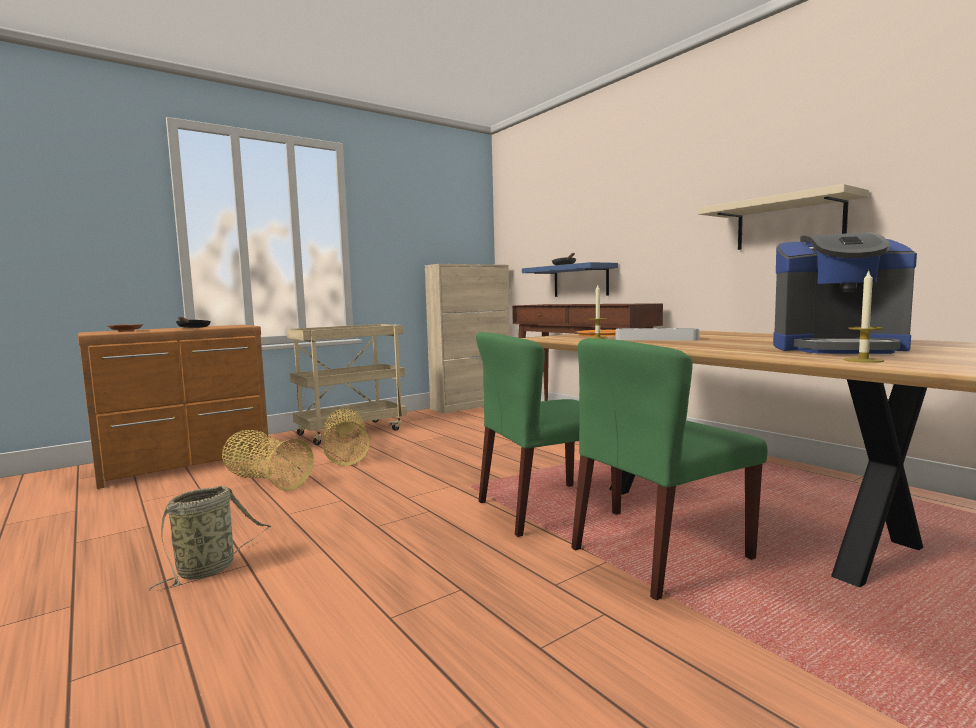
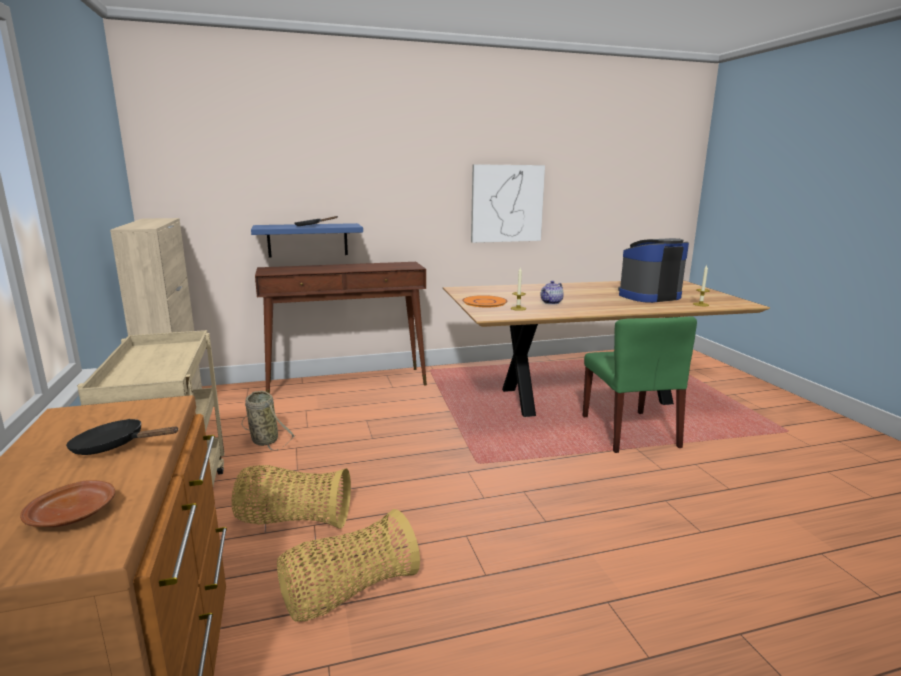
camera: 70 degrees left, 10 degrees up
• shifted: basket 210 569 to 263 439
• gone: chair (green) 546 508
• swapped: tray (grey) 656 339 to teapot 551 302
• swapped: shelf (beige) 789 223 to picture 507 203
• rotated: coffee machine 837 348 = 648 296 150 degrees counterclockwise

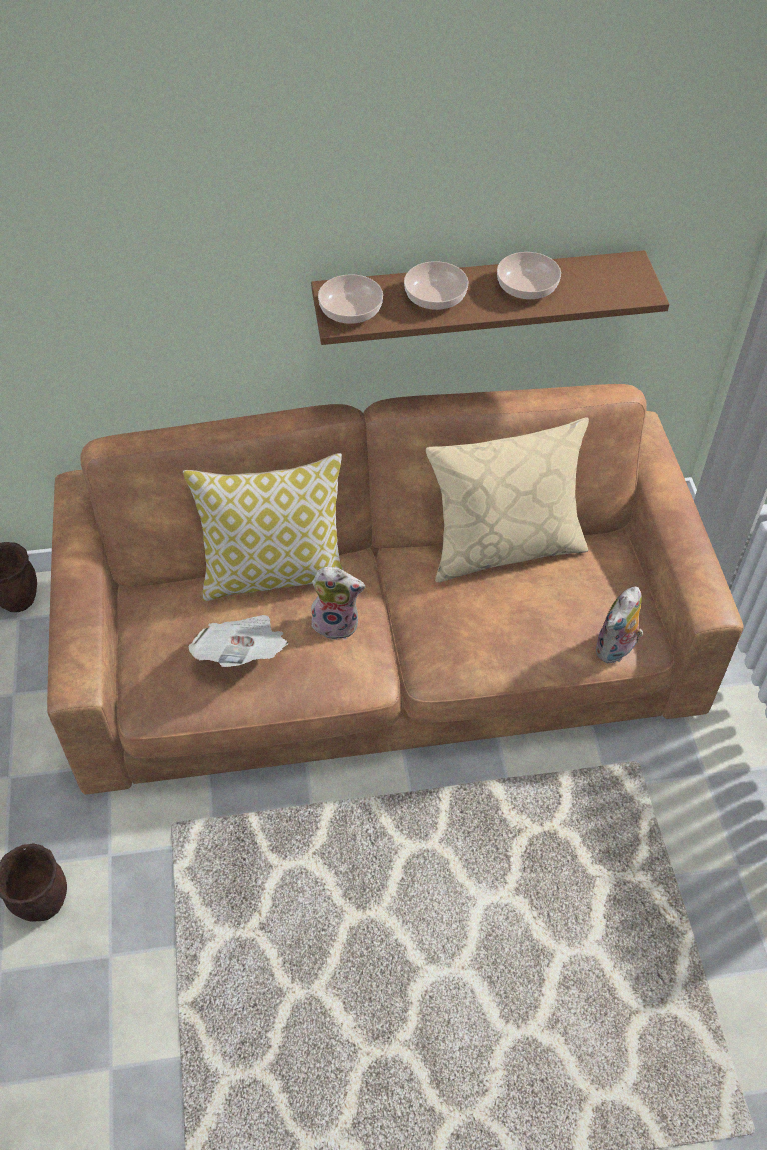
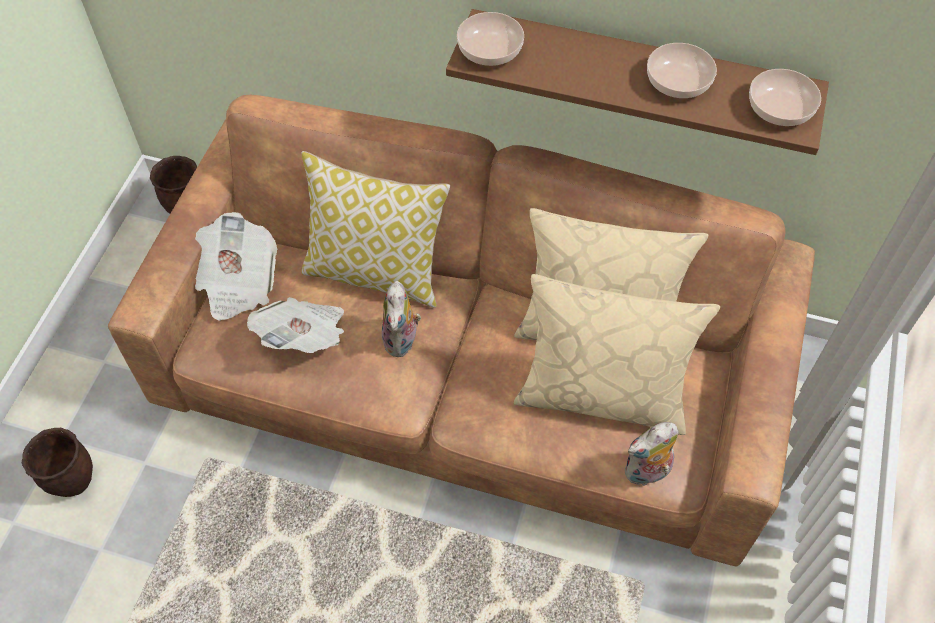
camera: 25 degrees right, 5 degrees up
• rotated: plush toy 337 623 = 402 341 60 degrees clockwise
• shifted: bowl 436 298 to 780 110
• new: newspaper 237 282
• new: pillow (beige) 602 394

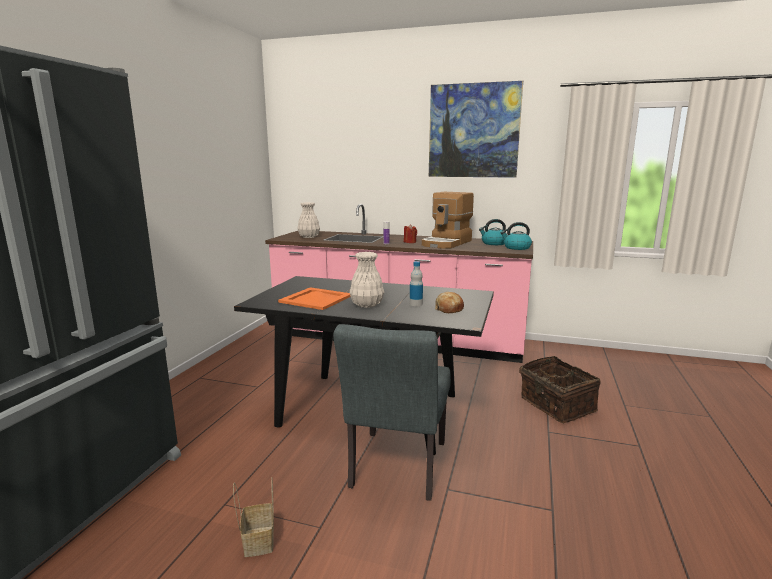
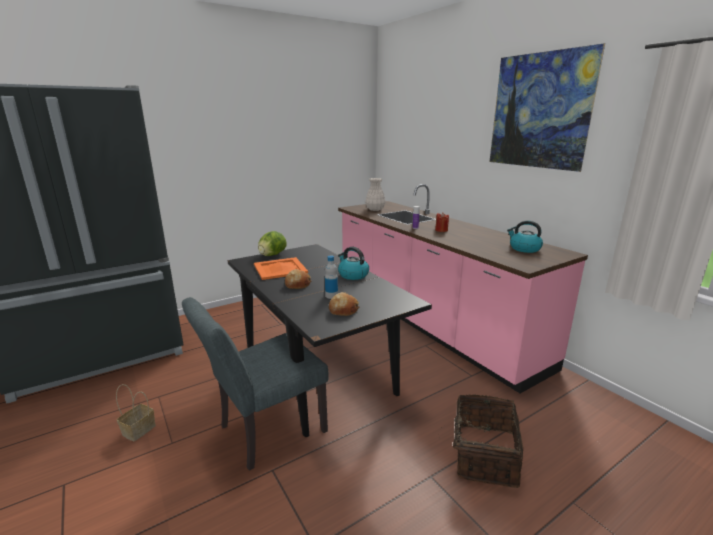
camera: 40 degrees right, 5 degrees up
• swapped: vase (white) 366 304 to bread 297 284
• gone: coffee machine 447 243
• shifted: kettle 516 248 to 353 275
• new: lettuce 272 255

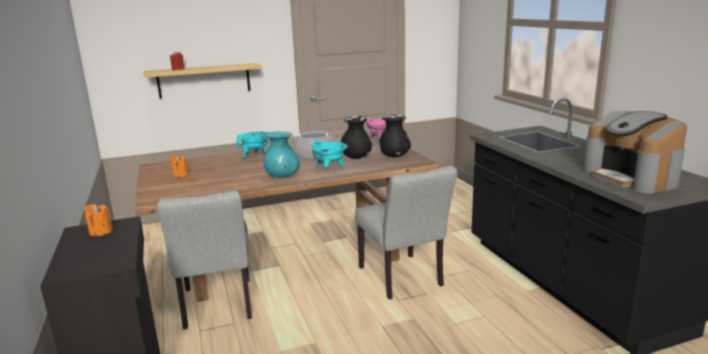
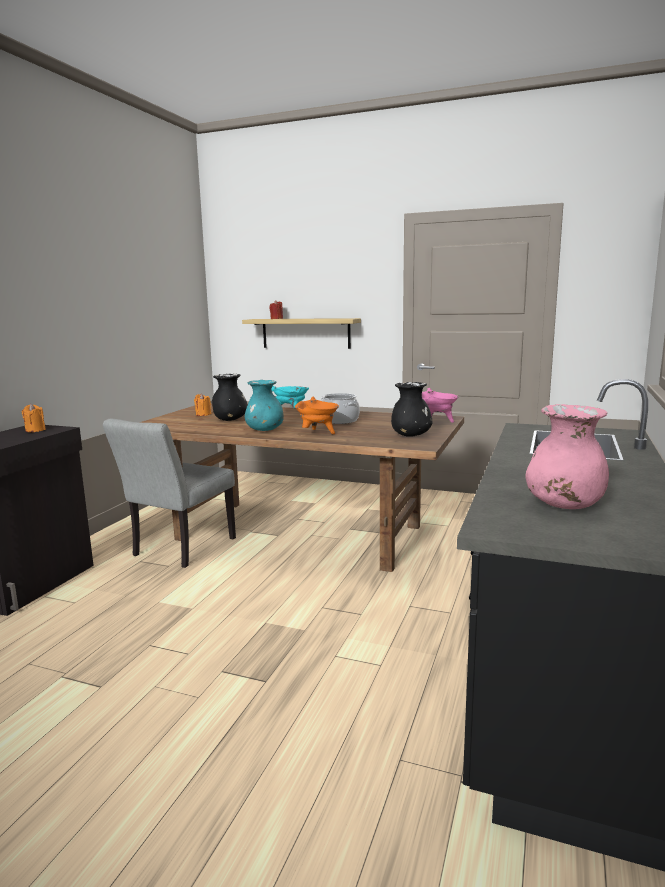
camera: 40 degrees right, 5 degrees down
• repainted: cooking pot (turquoise) 329 169 to cooking pot (orange) 318 433
• shifted: vase (black) 356 157 to 230 420
• gone: chair (grey) 403 279
• swapped: coffee machine 631 177 to vase (pink) 564 506

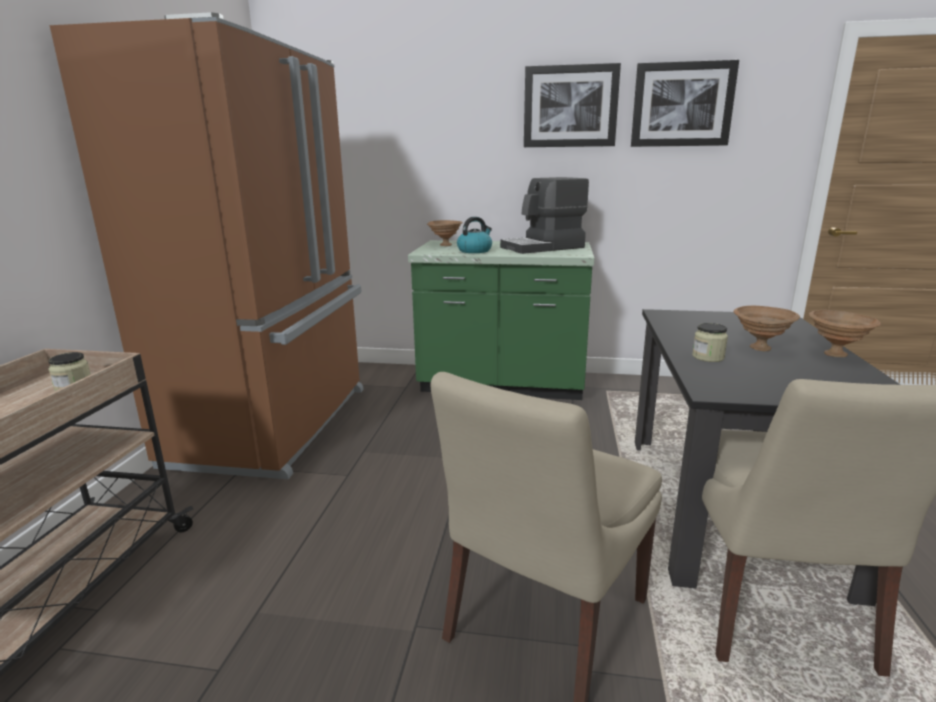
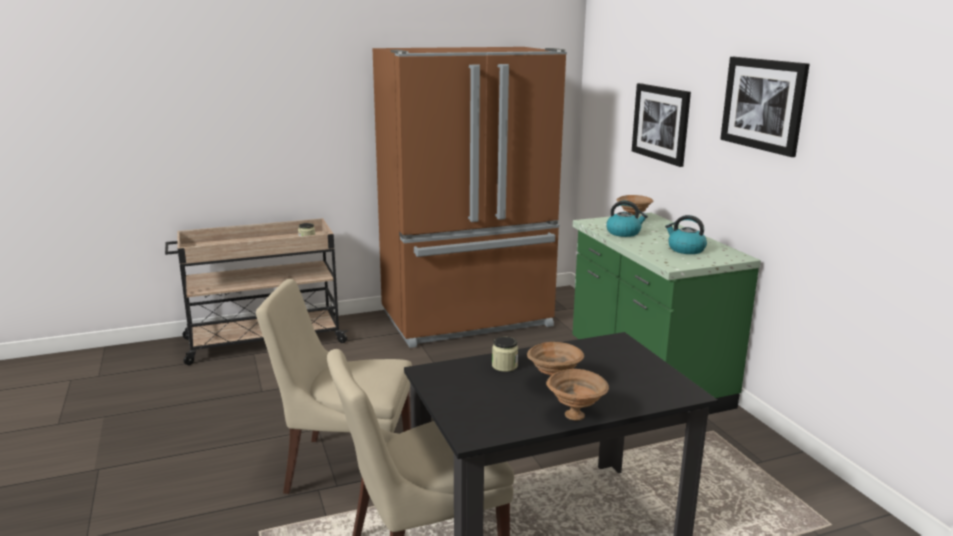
camera: 60 degrees right, 0 degrees up
• swapped: coffee machine 543 247 to kettle 685 249
• shifted: picture 682 105 to 661 123

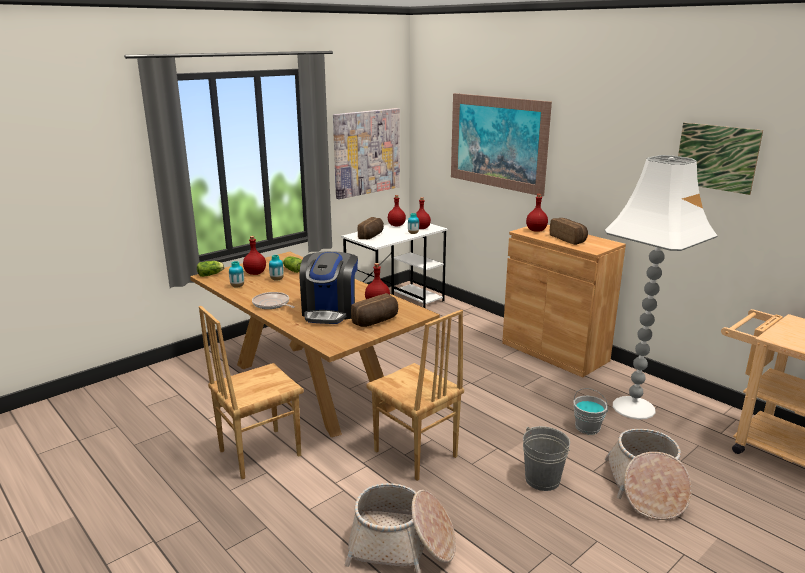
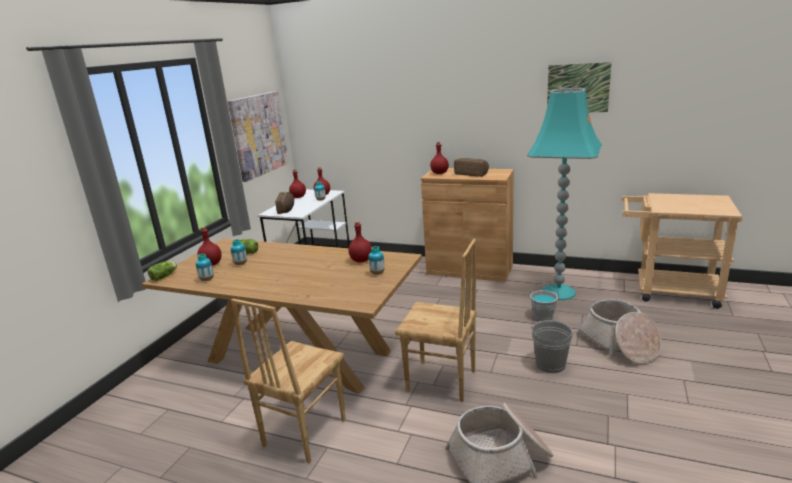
camera: 25 degrees left, 0 degrees up
• gone: frying pan 272 304
• gone: coffee machine 330 311
• swapped: bread 376 321 to vase 377 273
• gone: picture 497 142
• repainted: floor lamp (white) 634 408 to floor lamp (turquoise) 559 292

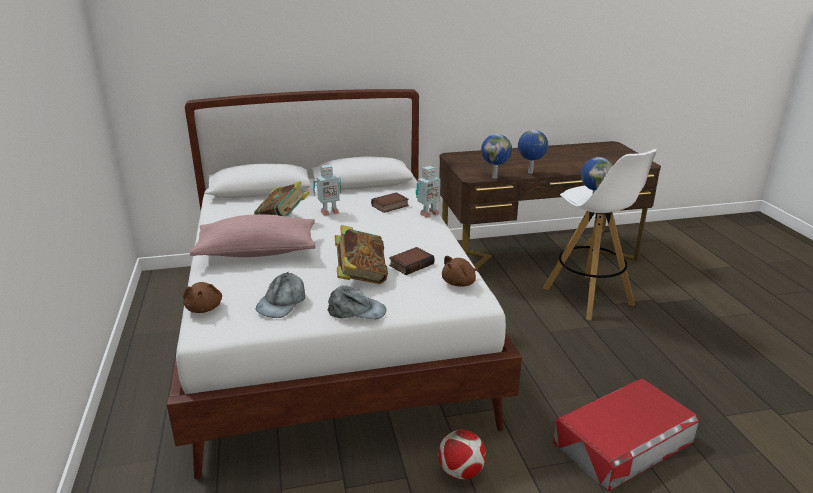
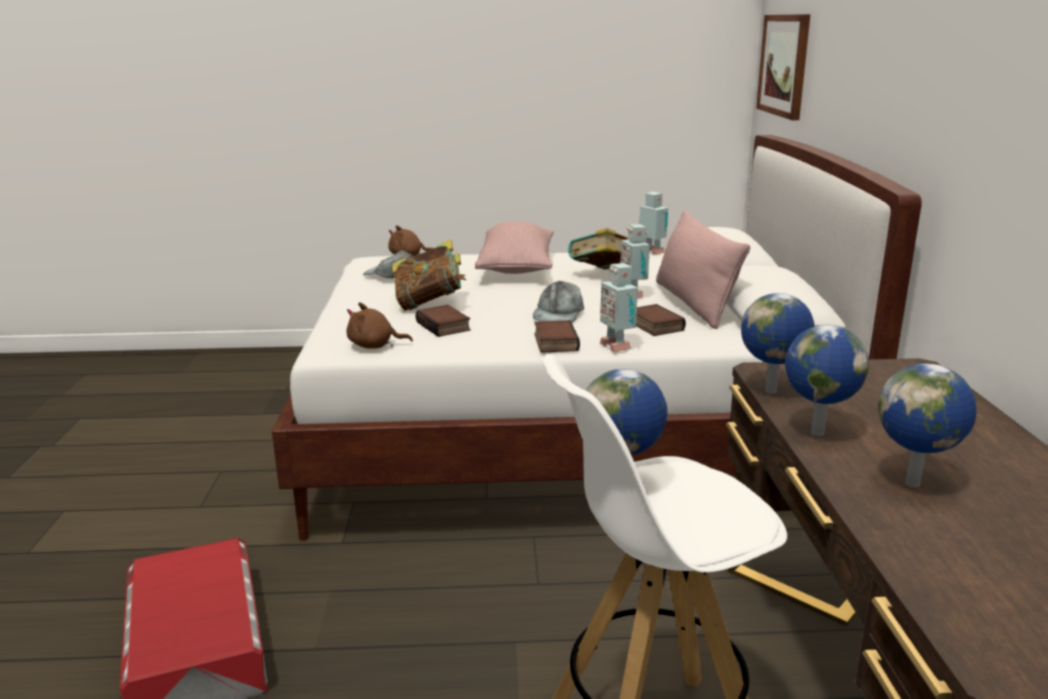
camera: 100 degrees right, 5 degrees down
• shifted: cap (grey) 356 310 to 558 314
• gone: football 461 472
• rotated: plush toy (brown) 460 283 = 374 346 60 degrees counterclockwise
• new: book 554 342
• new: toy robot 652 253
• new: pillow (pink) 693 303
• new: picture 784 65
• new: globe 914 484

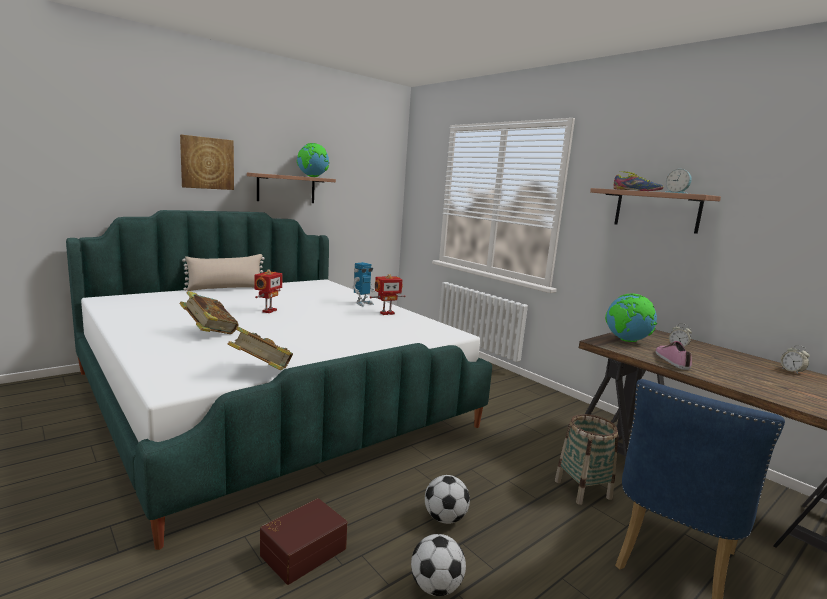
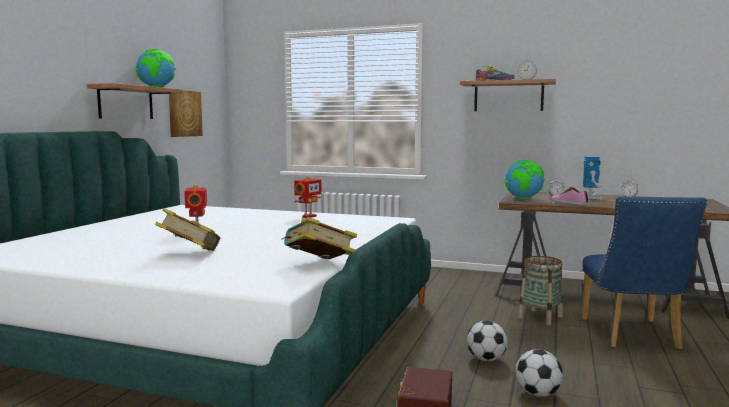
camera: 30 degrees left, 5 degrees down
• shifted: picture 207 163 to 184 113
• gone: pillow (beige) 226 288
• shifted: toy robot 362 303 to 591 198

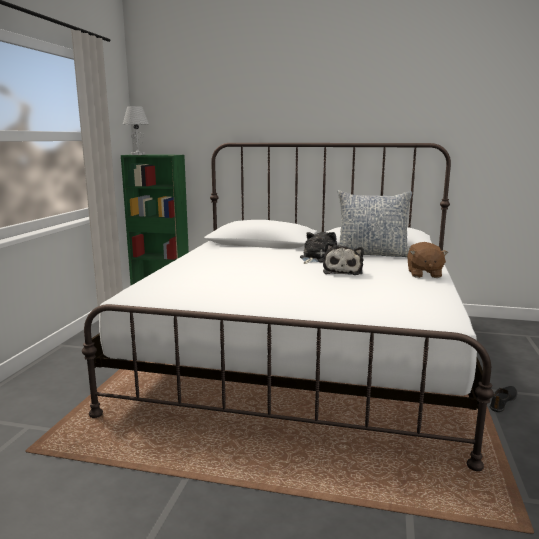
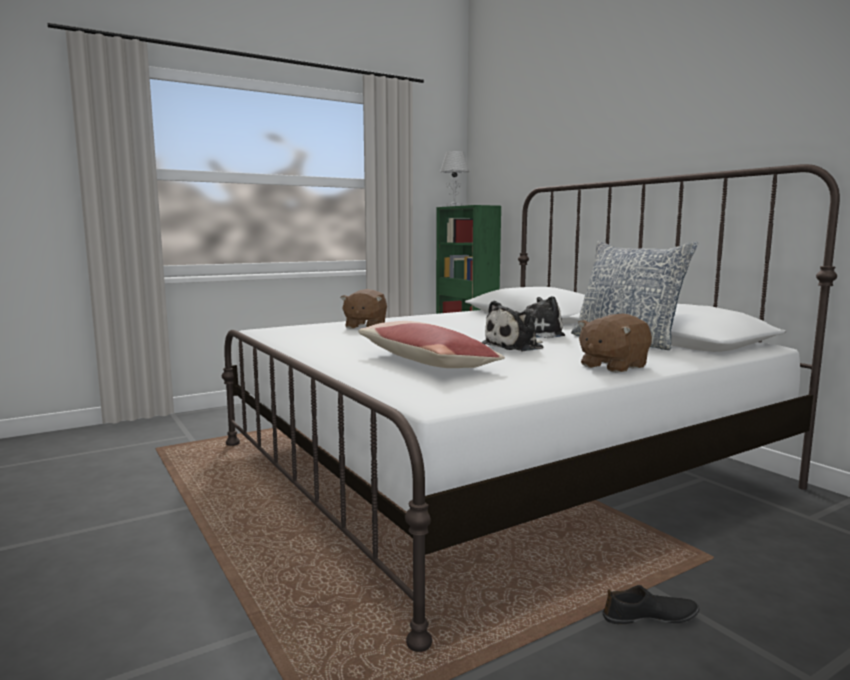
camera: 45 degrees right, 5 degrees down
• new: plush toy (brown) 365 326
• new: pillow 425 362

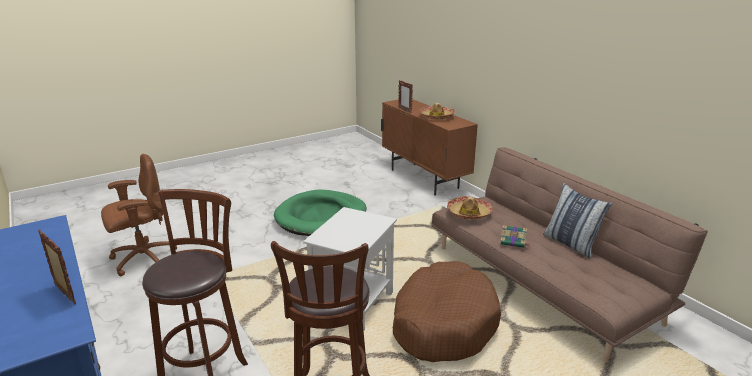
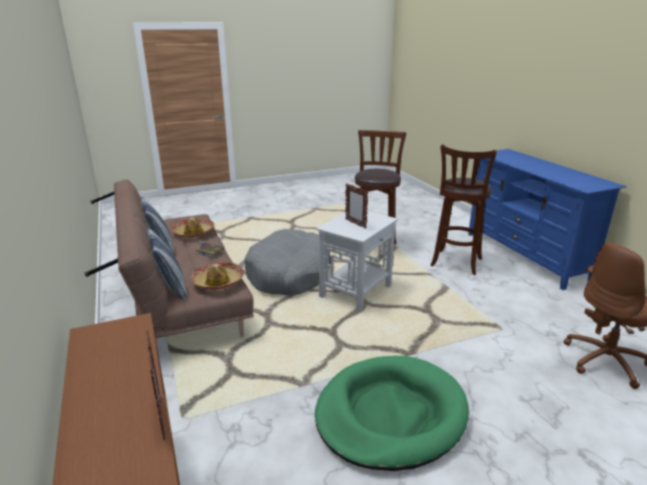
camera: 170 degrees left, 0 degrees up
• shifted: picture frame 65 295 to 355 224
• repainted: dog bed (brown) 443 323 to dog bed (grey) 289 274
• shifted: hat 436 116 to 193 232
• new: pillow 171 288

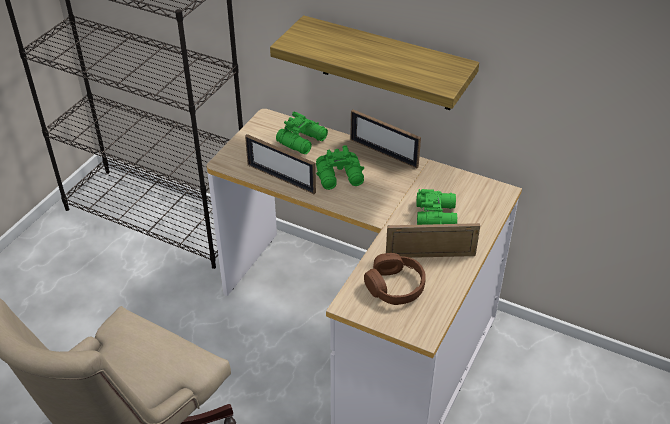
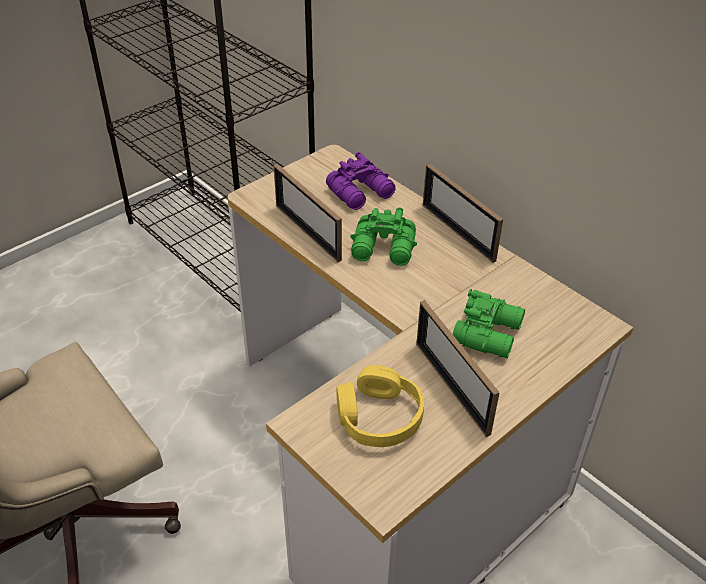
camera: 20 degrees right, 0 degrees up
• gone: shelf 386 64
• repainted: binoculars (green) 303 140 to binoculars (purple) 362 193
• repainted: headphones (brown) 395 286 to headphones (yellow) 378 417
• rotated: picture frame 430 255 = 451 387 135 degrees counterclockwise

